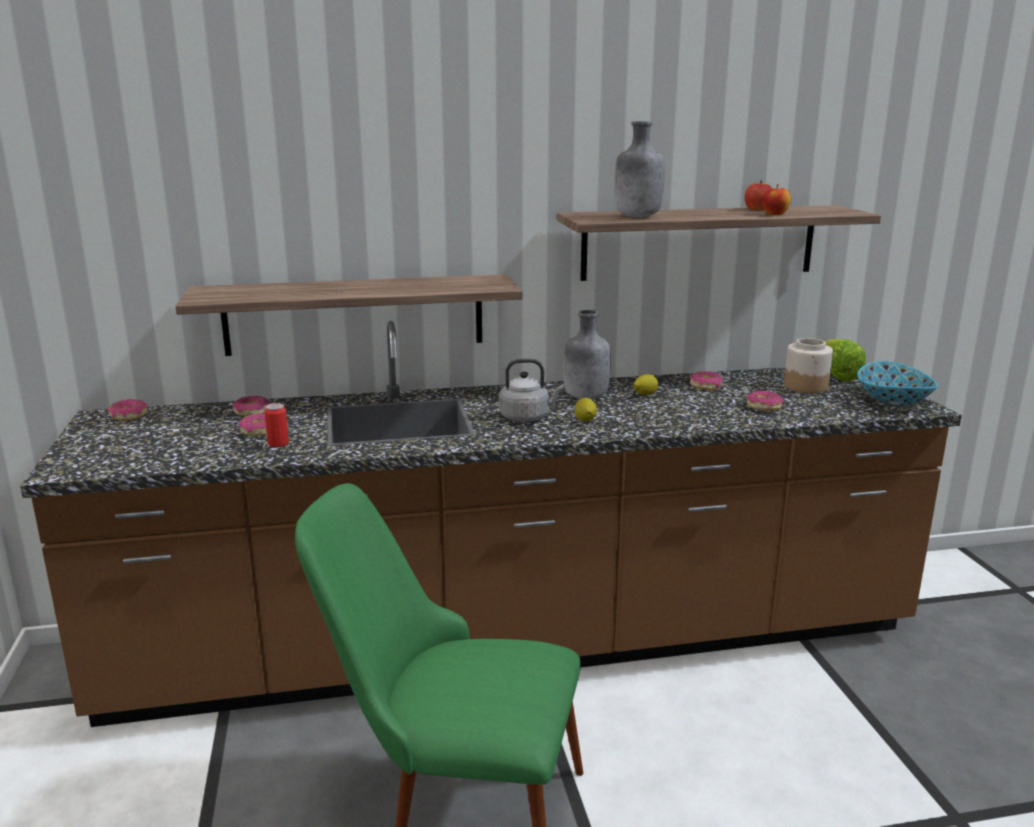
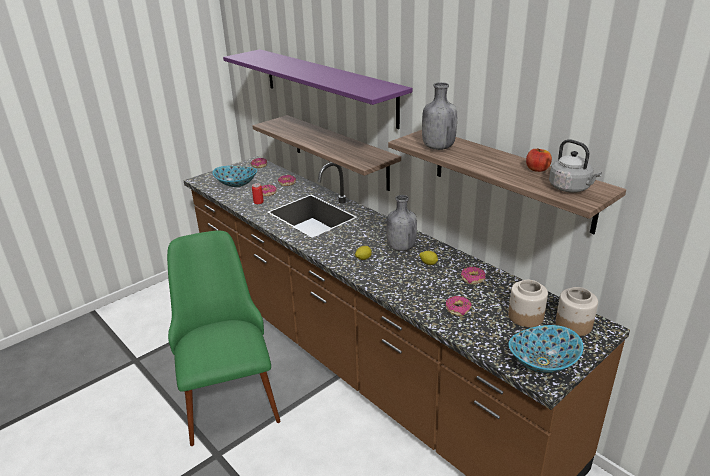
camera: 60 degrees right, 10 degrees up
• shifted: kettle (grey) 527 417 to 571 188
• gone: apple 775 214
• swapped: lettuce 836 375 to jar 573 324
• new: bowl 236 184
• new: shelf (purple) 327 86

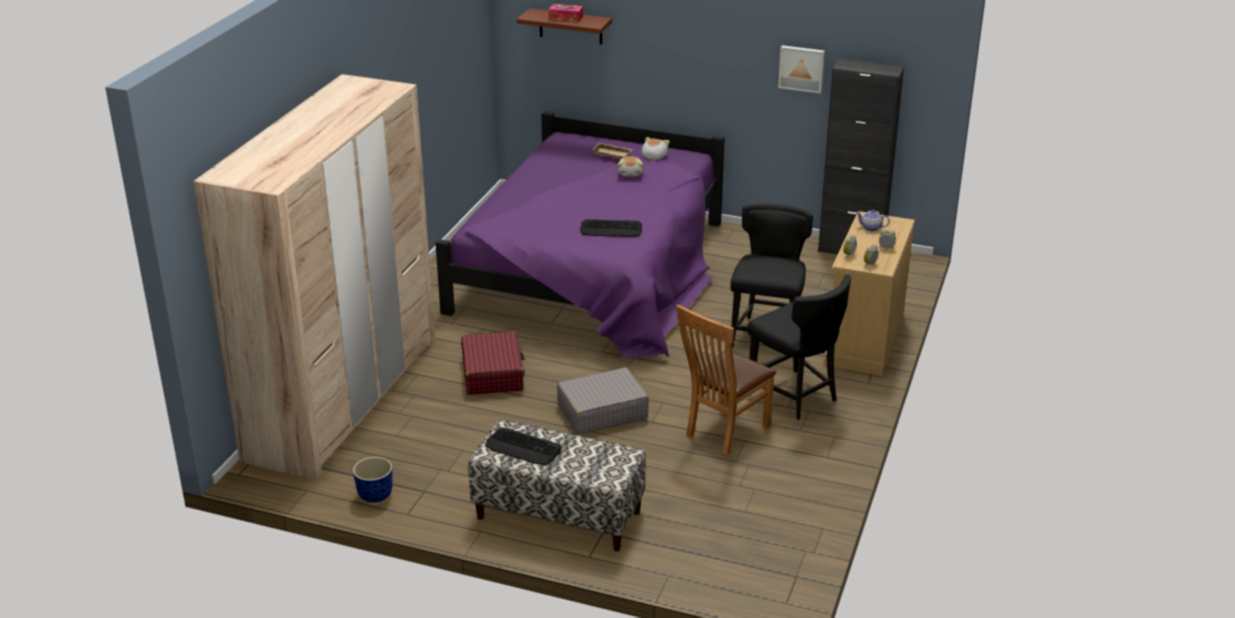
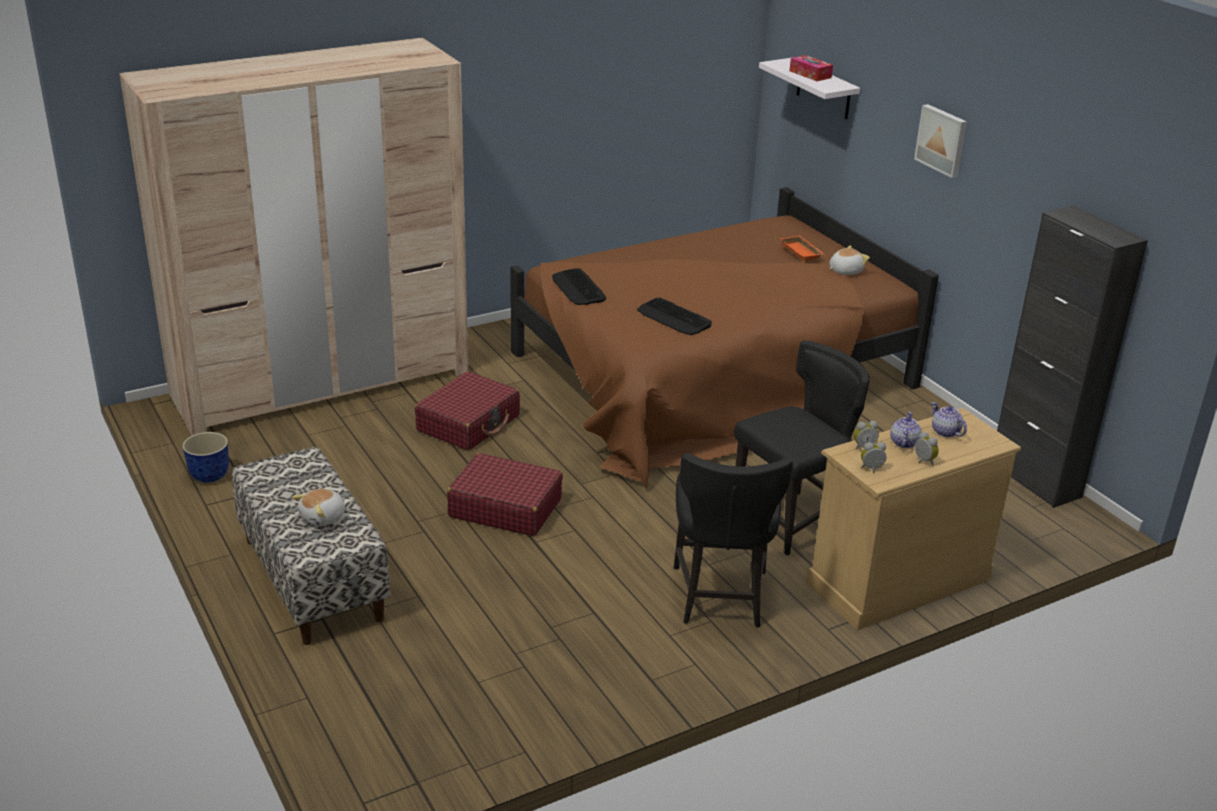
camera: 40 degrees right, 0 degrees up
• repainted: bed (purple) 594 271 to bed (brown) 710 377
• shifted: keyboard 523 447 to 578 288
• repainted: shelf (brown) 570 26 to shelf (white) 823 89
• repainted: suitcase (grey) 602 412 to suitcase (red) 505 507
• repainted: tray (beige) 613 153 to tray (orange) 802 251
• shifted: plush toy 630 173 to 323 517
• gone: chair (brown) 723 432
• shifted: picture 801 68 to 942 140
• new: teapot 903 442

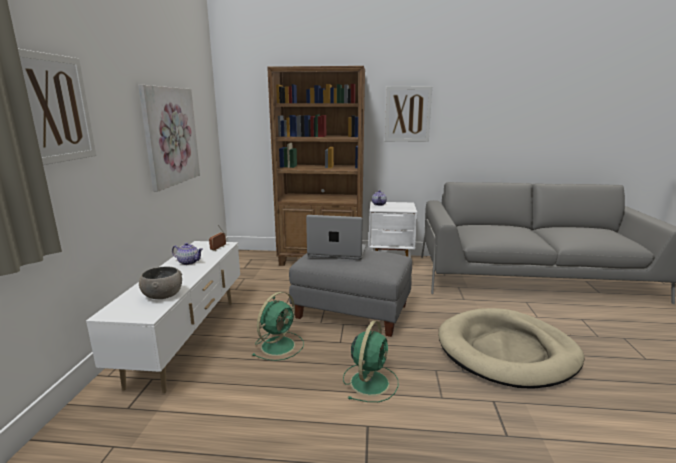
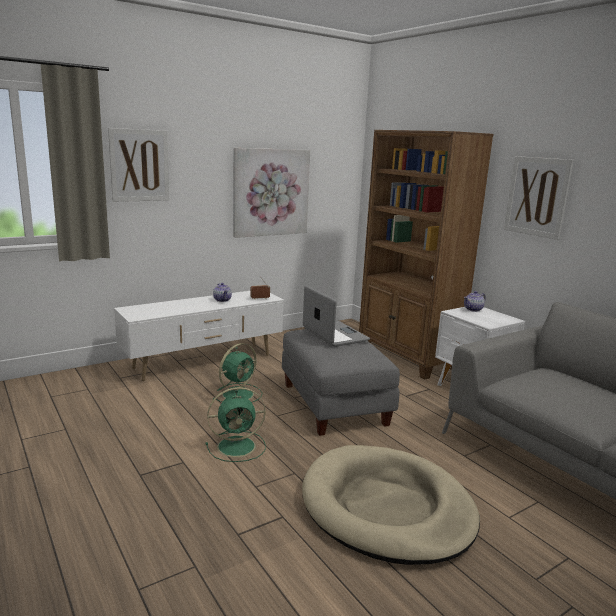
camera: 50 degrees right, 0 degrees up
• gone: bowl (grey) 162 295
• rotated: fan (green) 279 345 = 239 394 45 degrees counterclockwise

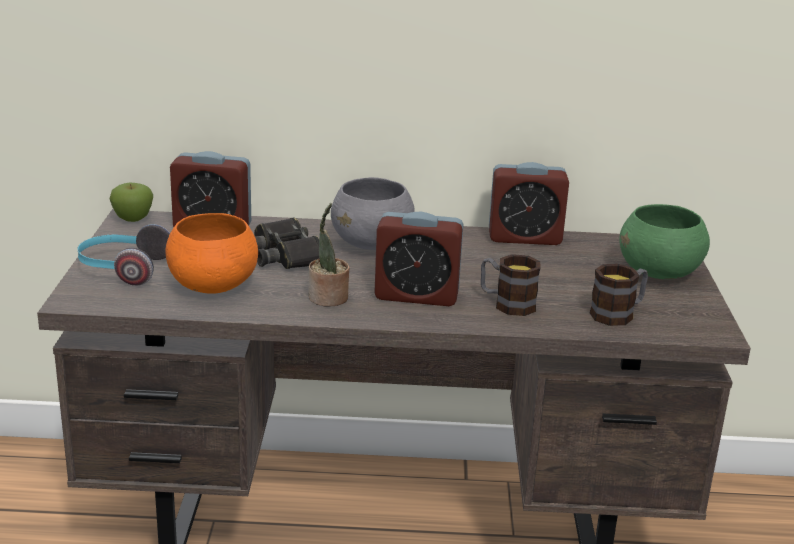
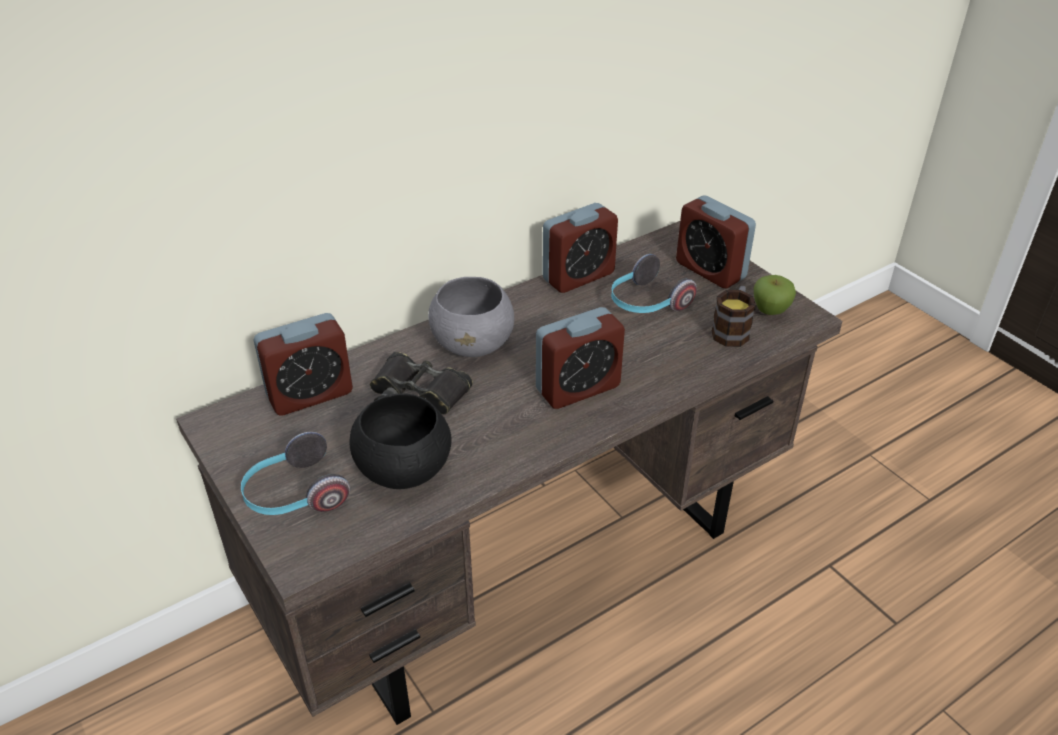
camera: 35 degrees left, 15 degrees up
• shifted: apple 133 219 to 770 311
• repainted: bowl (orange) 212 286 to bowl (black) 402 470
• gone: potted plant 328 299
• gone: mug 507 303
• swapped: bowl (green) 659 273 to alarm clock 710 270
• new: headphones 646 303

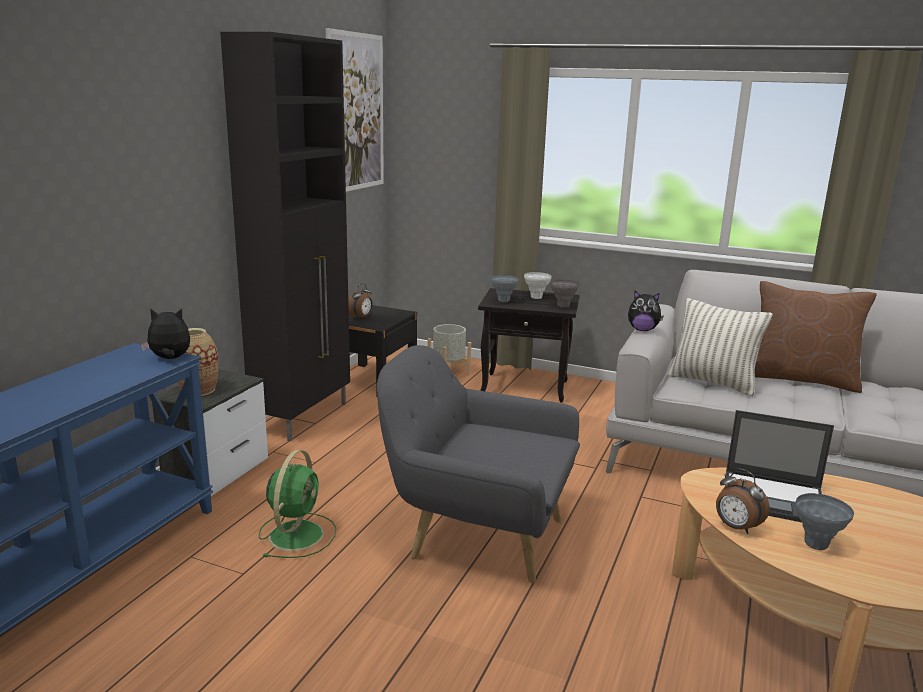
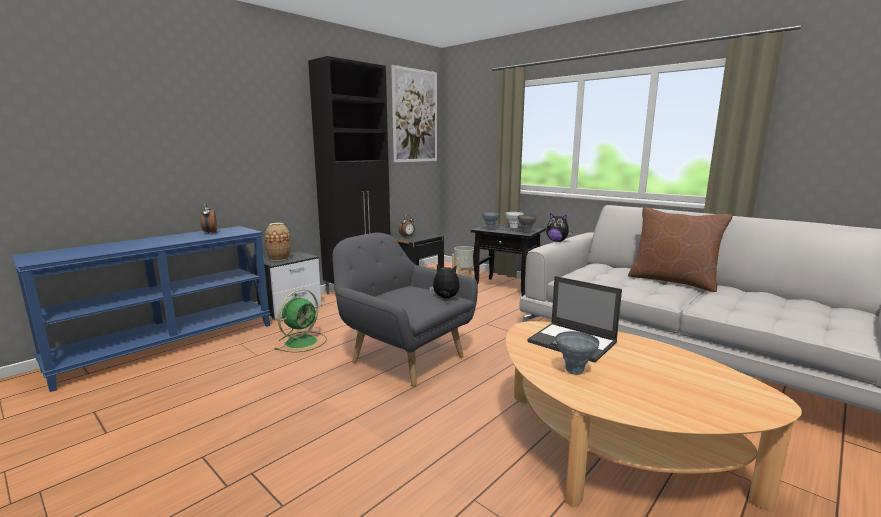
camera: 20 degrees right, 5 degrees down
• shifted: plush toy 170 359 to 445 298
• gone: pillow 712 382
• shifted: alarm clock 736 527 to 210 233

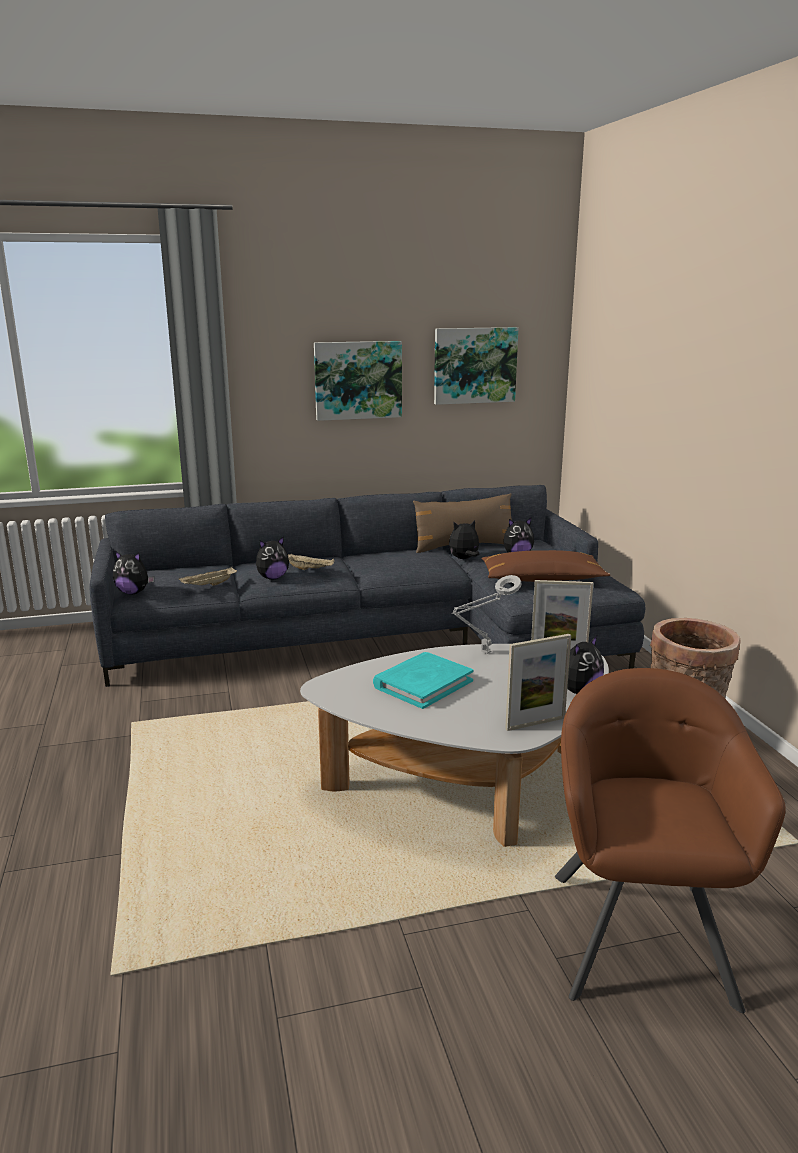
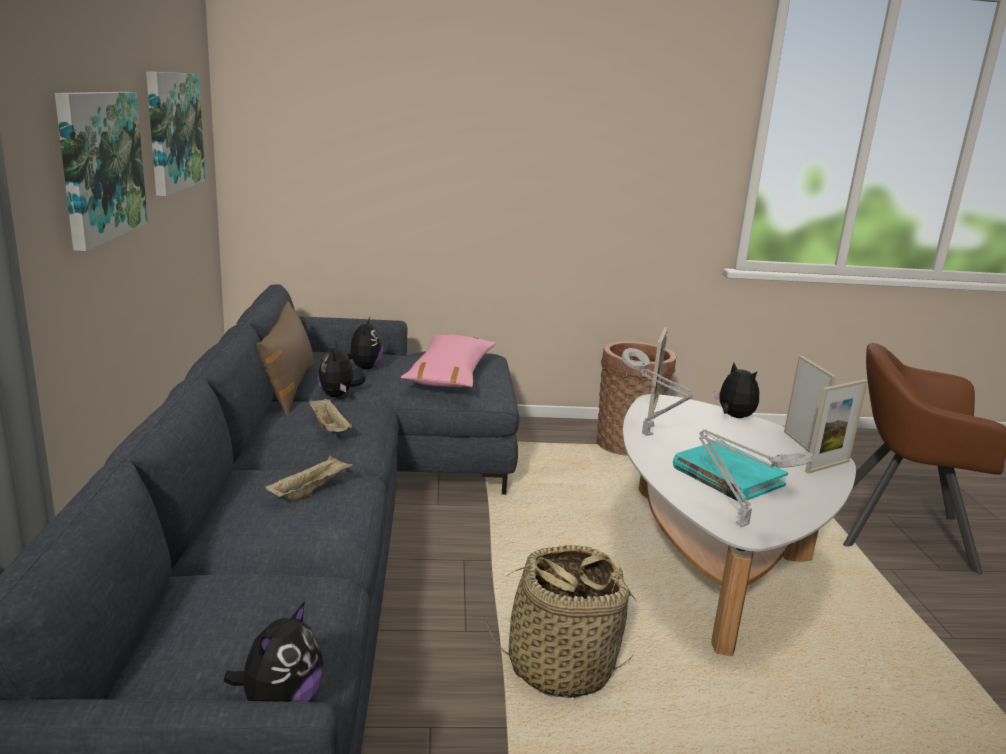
camera: 80 degrees left, 0 degrees up
• shifted: tray (beige) 209 585 to 330 428
• gone: plush toy 272 578
• repainted: pillow (brown) 542 579 to pillow (pink) 450 374
• new: basket 560 666
• new: table lamp (grey) 738 523
• new: picture frame 827 466

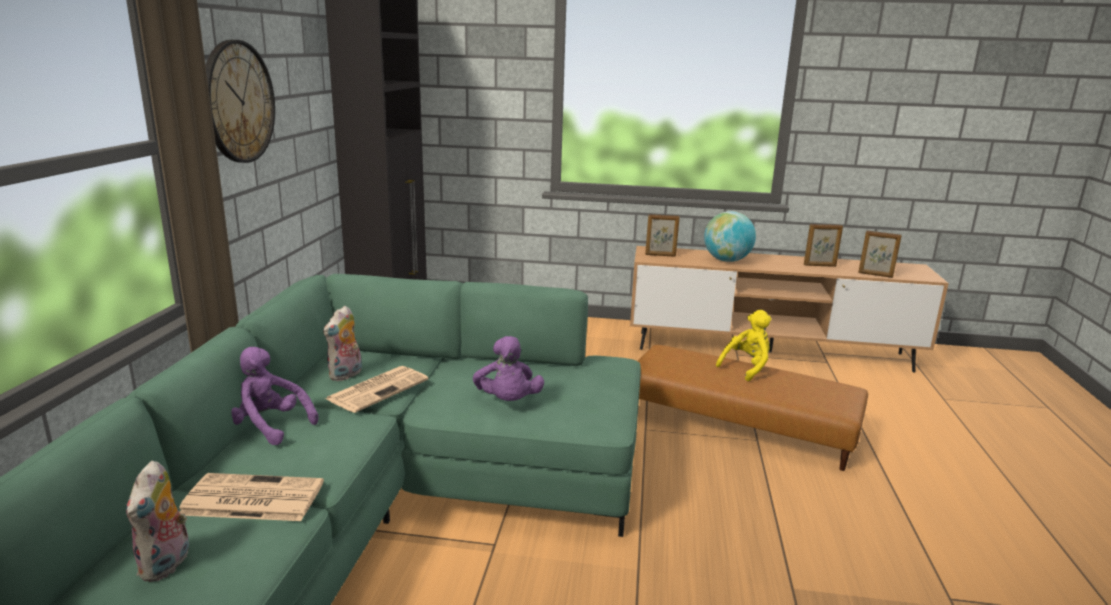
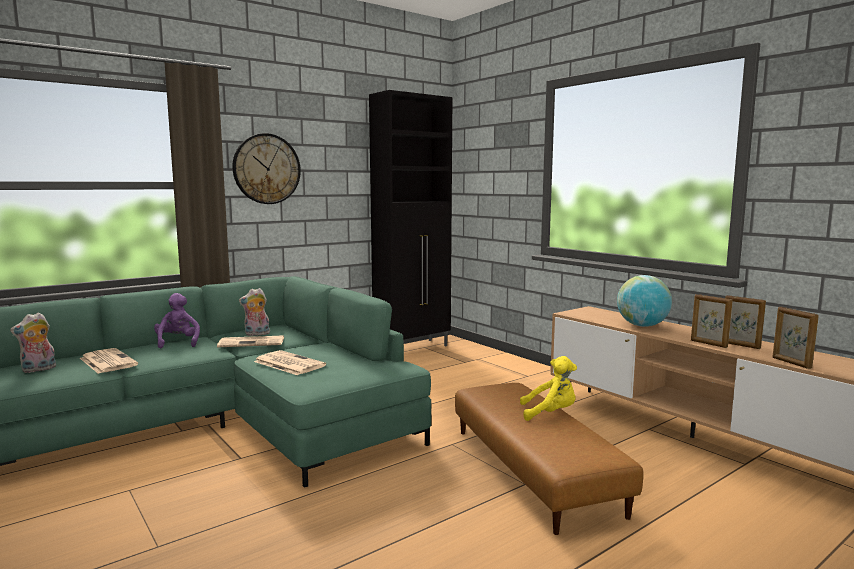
camera: 45 degrees right, 10 degrees down
• swapped: plush toy (purple) 508 402 to newspaper 288 363
• shifted: picture frame 660 255 to 708 344

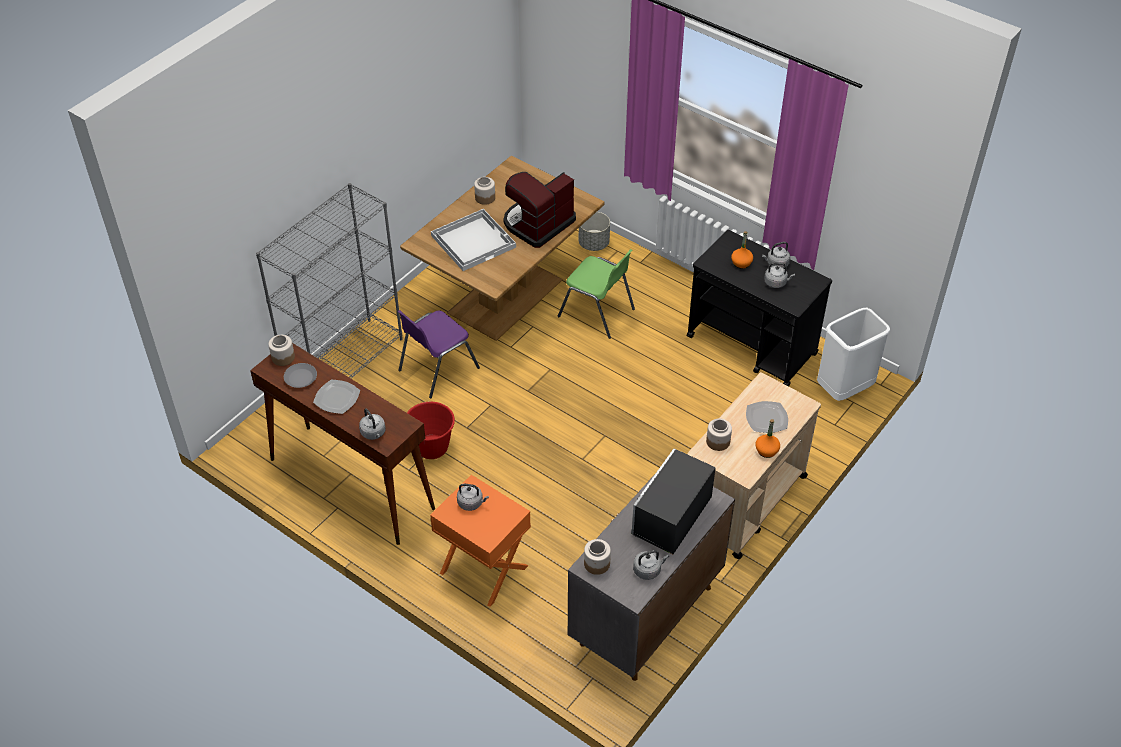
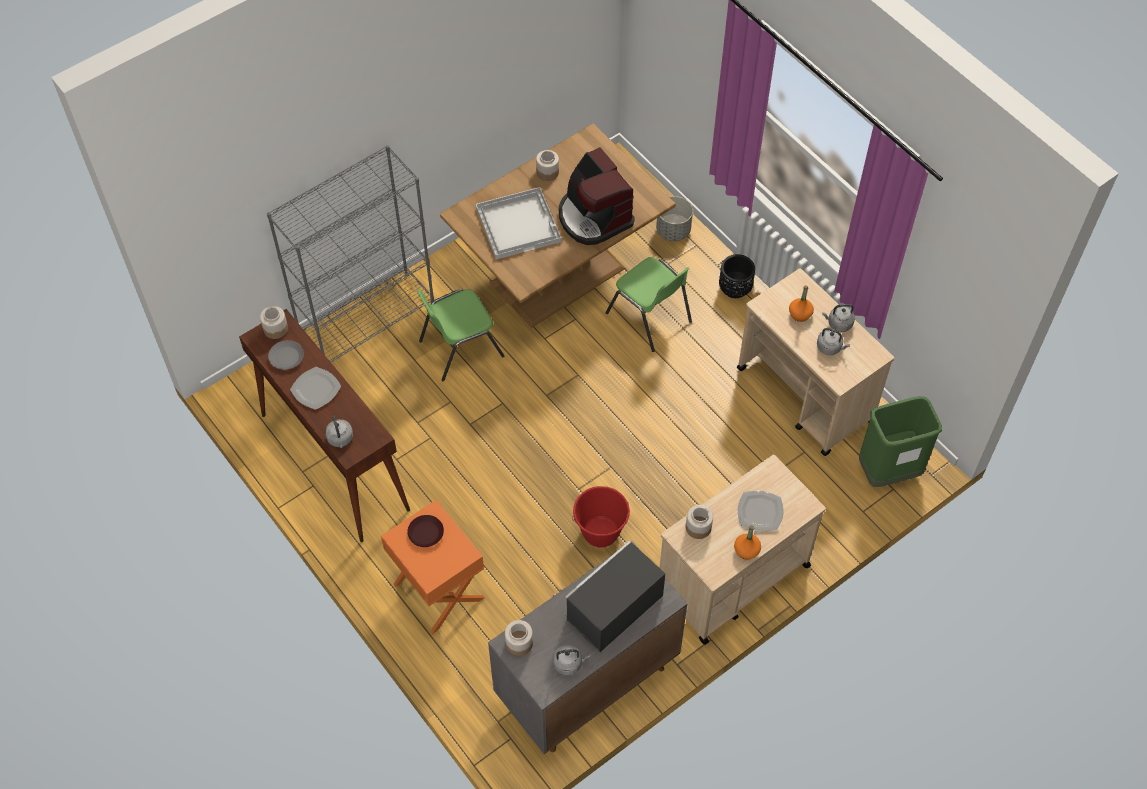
camera: 15 degrees right, 10 degrees up
• repainted: chair (purple) 437 369 to chair (green) 459 348
• shifted: bucket (red) 432 447 to 600 532
• swapped: kettle (grey) 471 503 to plate (brown) 426 533
• rotated: coffee machine 537 224 = 593 217 90 degrees counterclockwise
• repainted: cart (black) 752 346 to cart (beige) 805 395
• repainted: trash can (white) 844 390 to trash can (green) 888 472
• new: planter (black) 735 288

